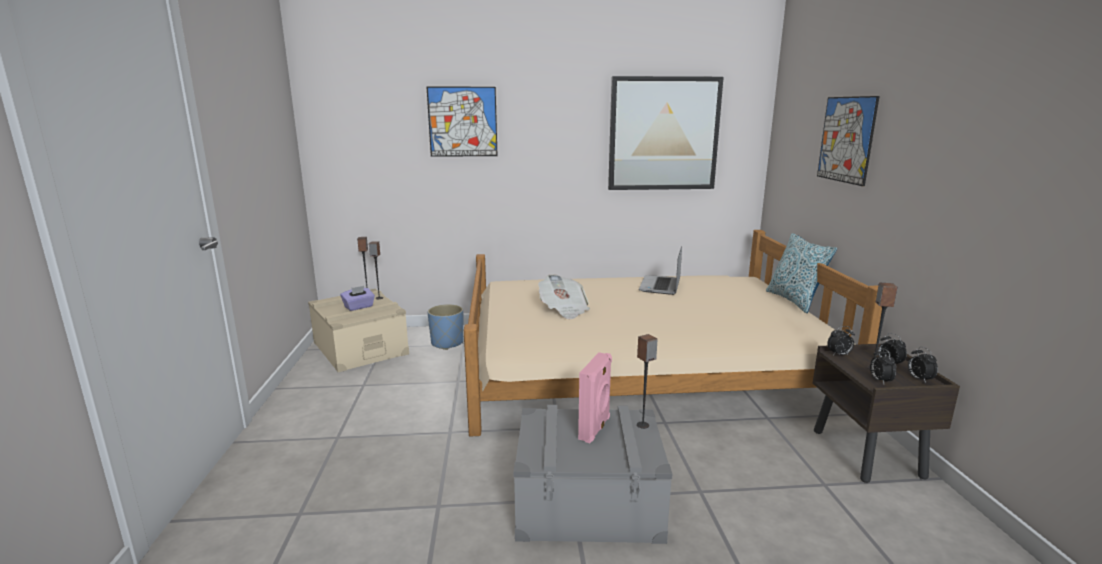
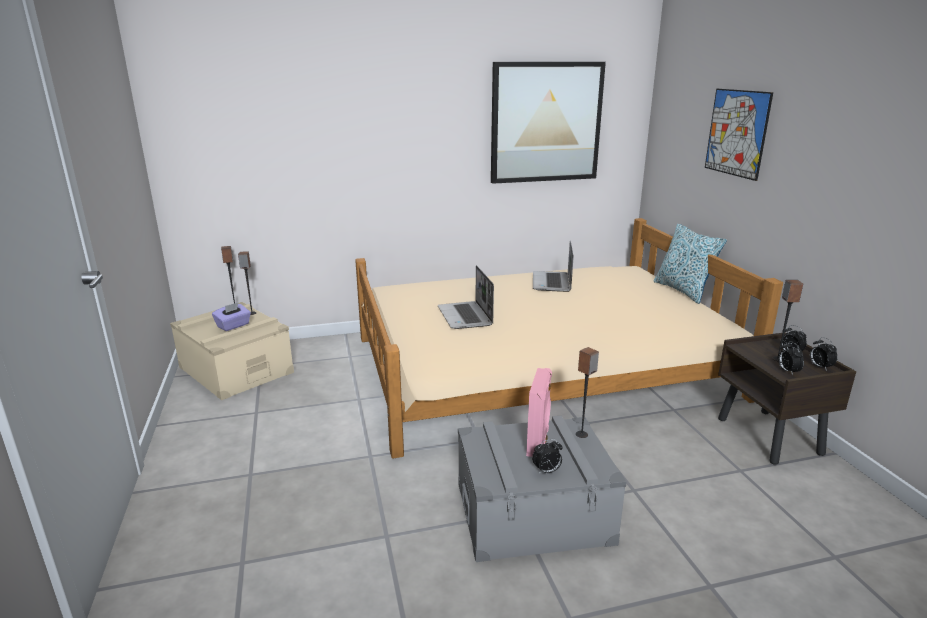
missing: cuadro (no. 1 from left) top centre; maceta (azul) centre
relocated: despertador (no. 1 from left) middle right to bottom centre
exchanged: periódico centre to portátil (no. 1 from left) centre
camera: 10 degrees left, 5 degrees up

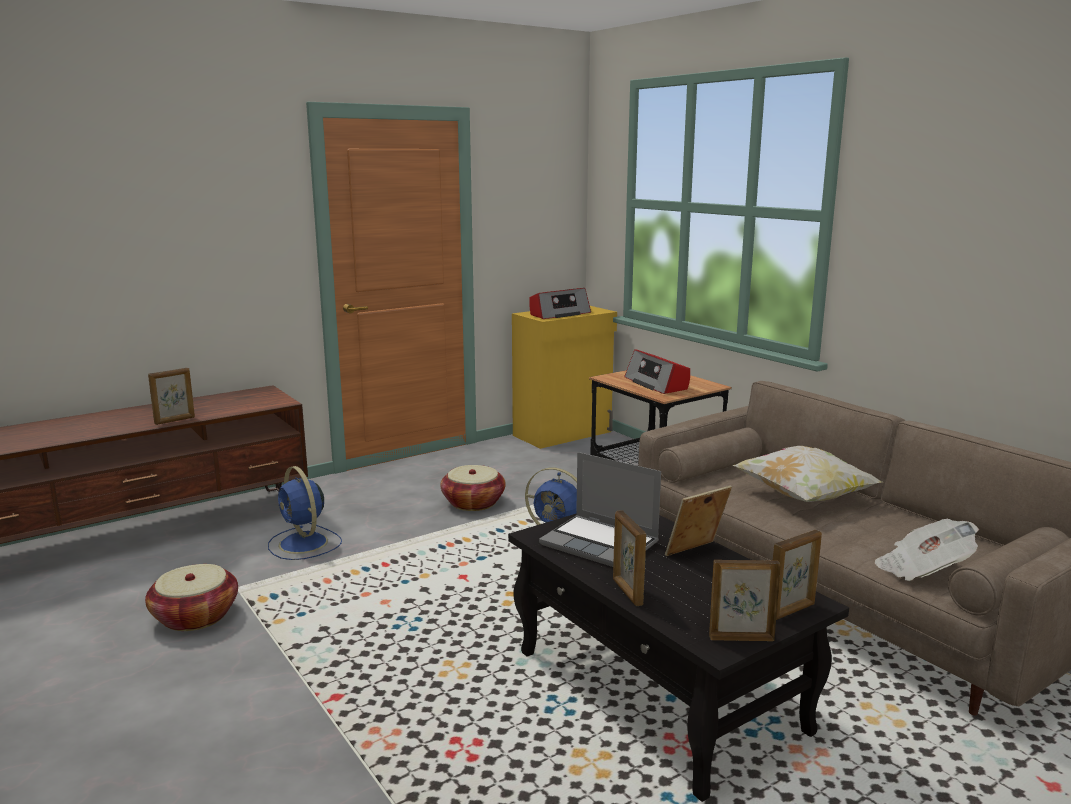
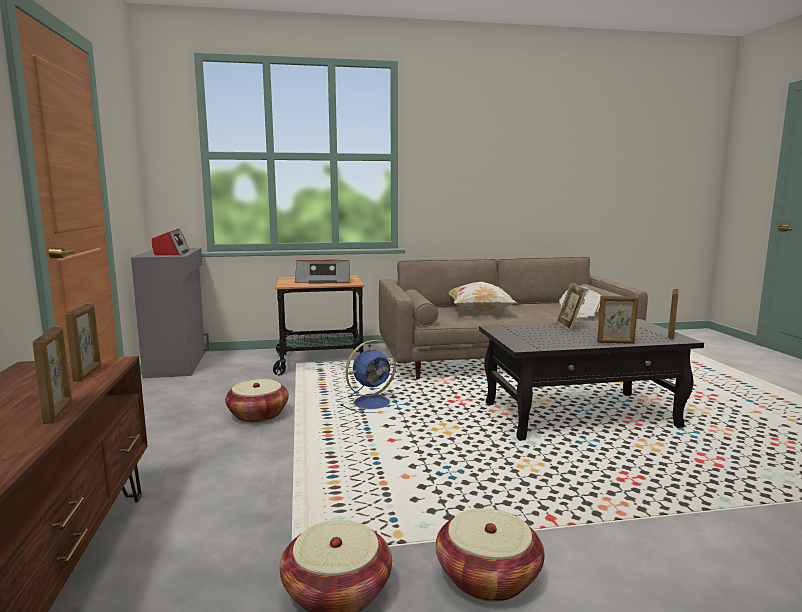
missing: ventilador (azul) (no. 1 from left) middle left; portátil centre
appeared: cesta (no. 3 from left) bottom centre
relocated: portarretratos (no. 5 from left in the first image) bottom right to portarretratos (no. 2 from left) middle left
colour: armario (amarillo) centre to armario (gris) middle left
camera: 65 degrees left, 5 degrees down

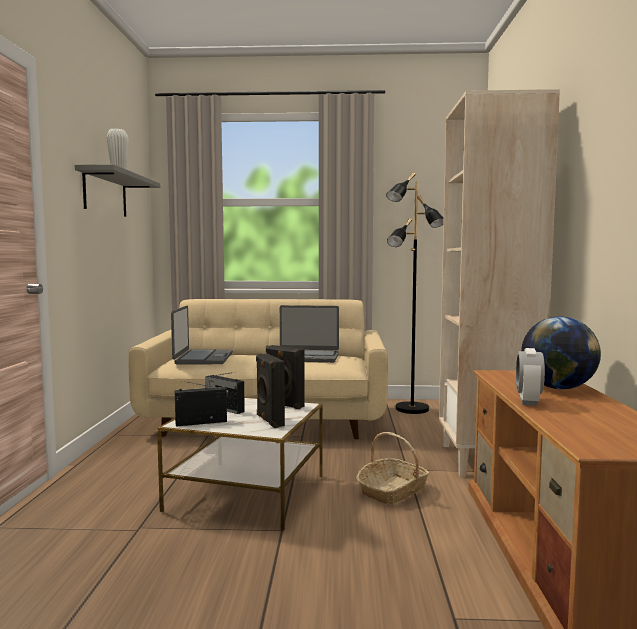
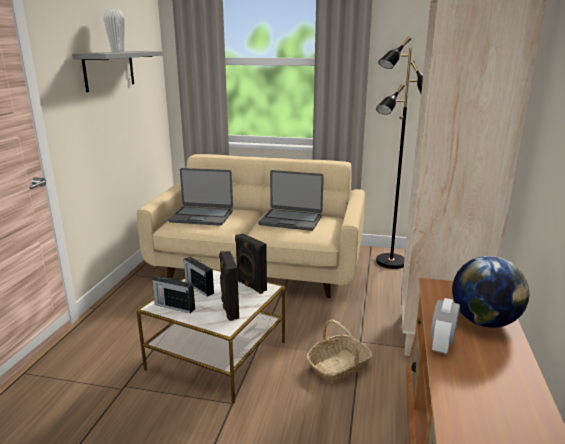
spun: portátil (no. 1 from left) middle left = centre 90 degrees clockwise; radio (no. 1 from left) middle left = middle left 150 degrees counterclockwise
camera: 10 degrees right, 15 degrees up

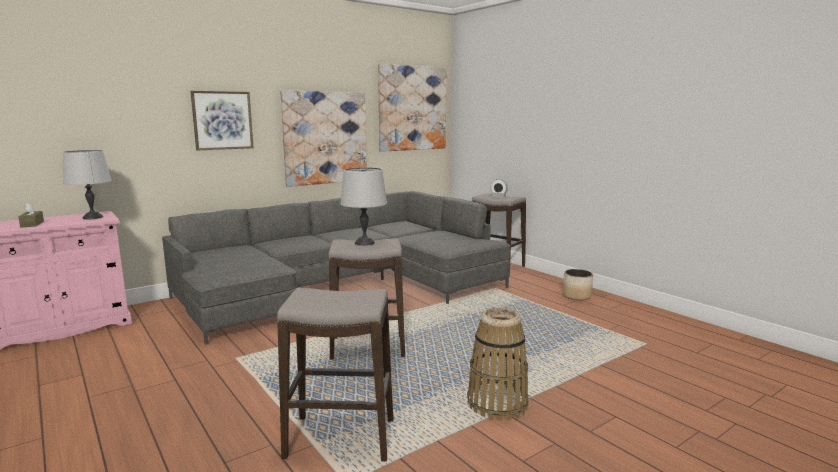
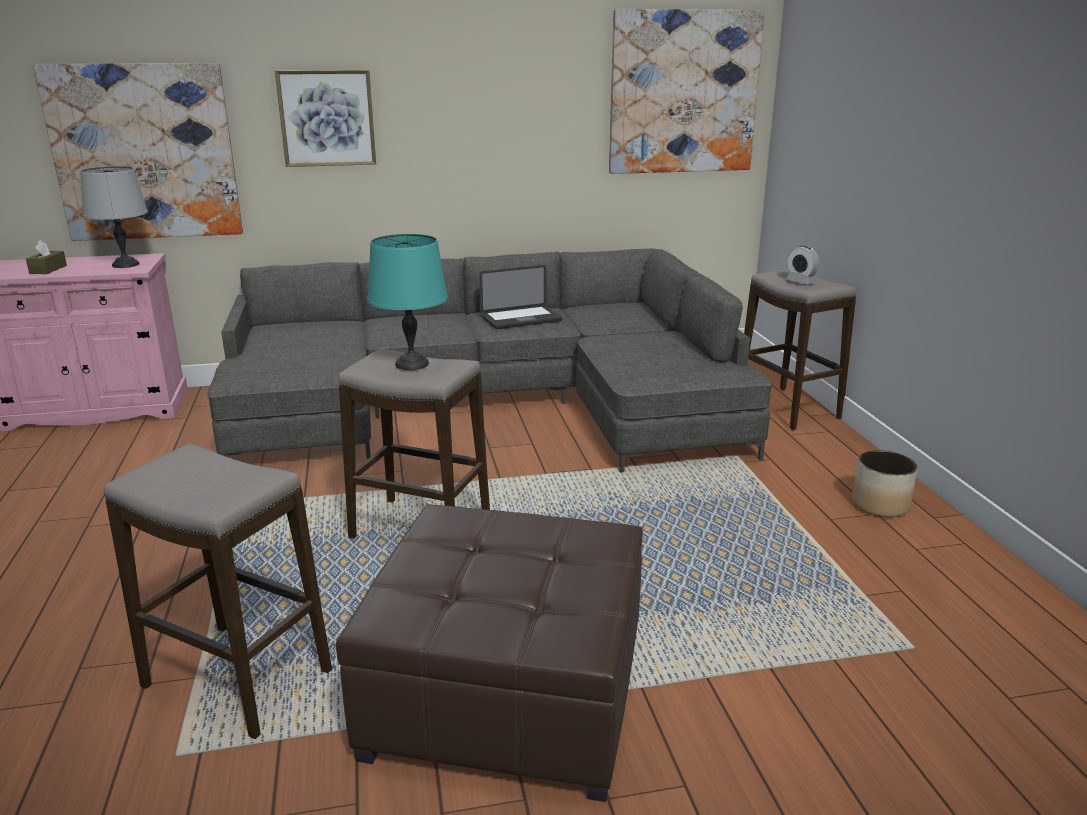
appeared: portátil centre
relocated: cuadro (no. 2 from left in the first image) top centre to cuadro (no. 1 from left) top left
exchanged: cesta bottom centre to puf (marrón) bottom centre
colour: lámpara de mesa (gris) (no. 2 from left) centre to lámpara de mesa (turquesa) centre
camera: 25 degrees right, 10 degrees up

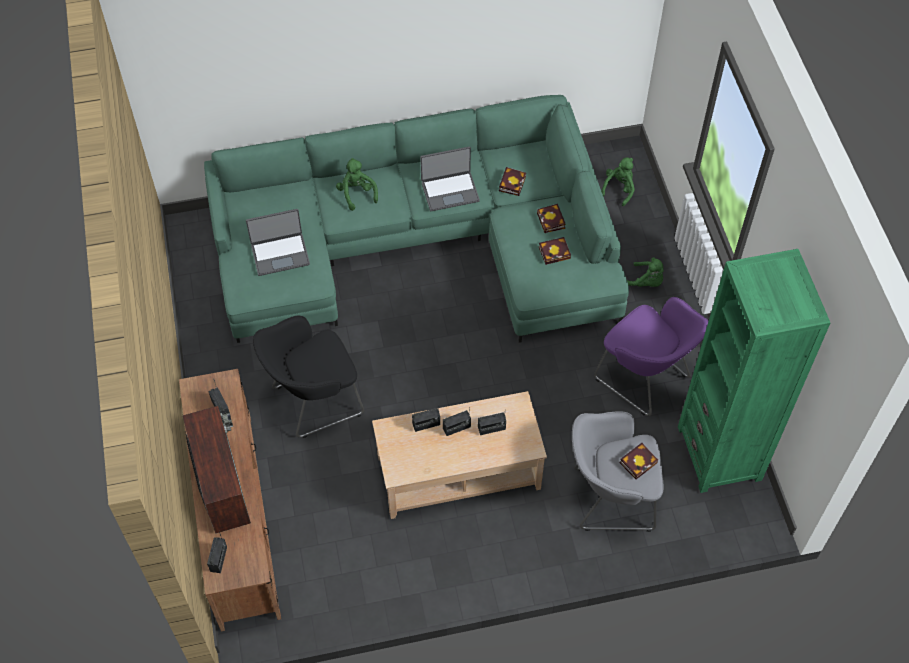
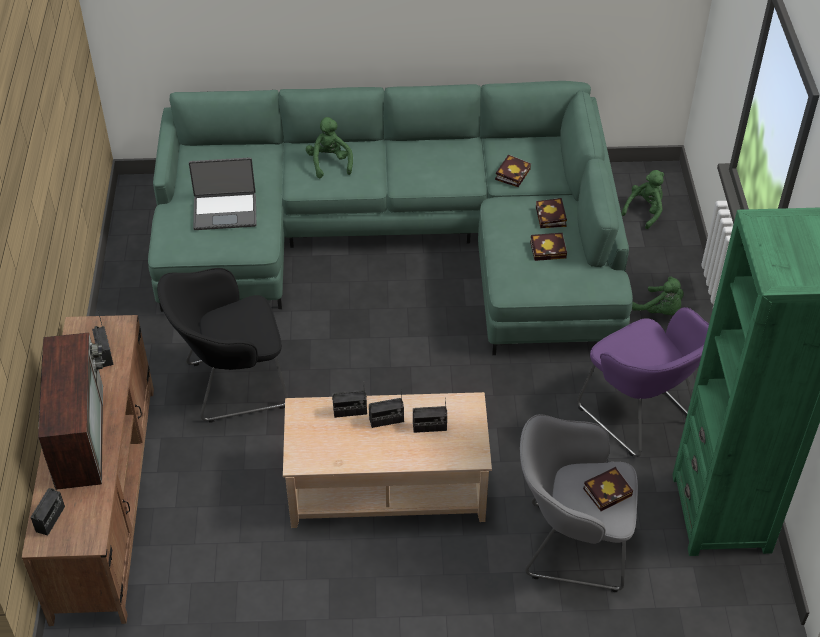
missing: portátil (no. 2 from left) top centre
camera: 10 degrees right, 10 degrees down

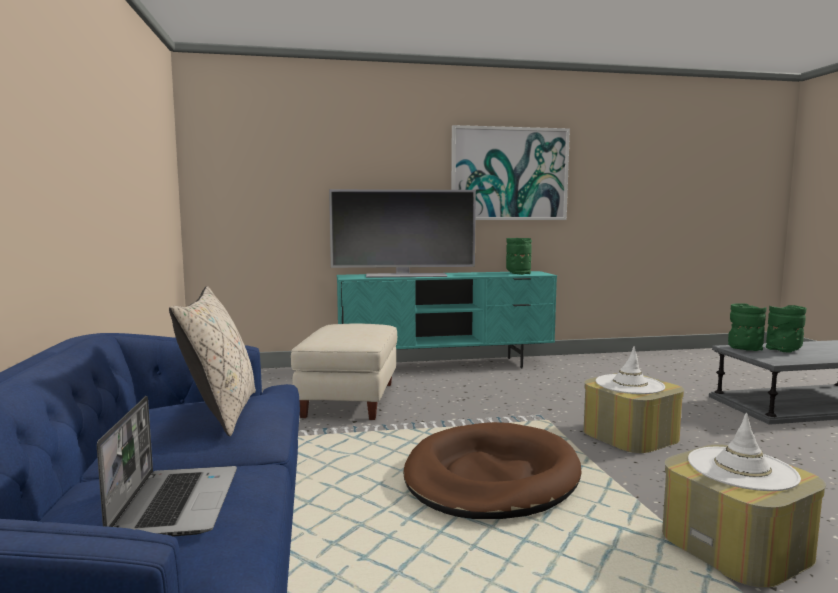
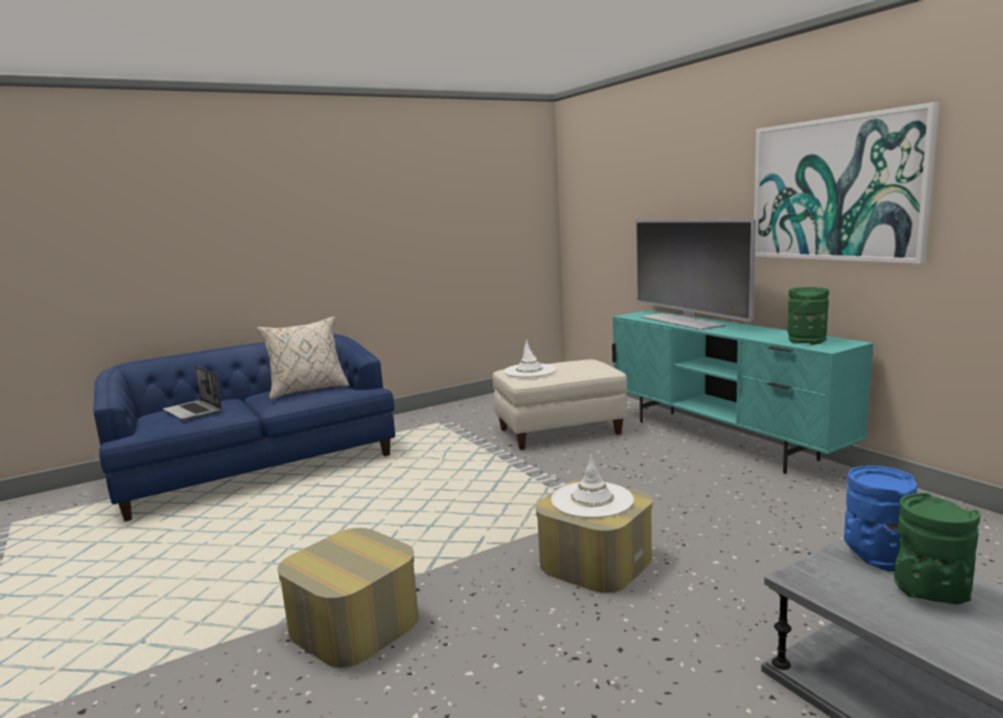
missing: cama para perro (marrón) bottom centre
relocated: sombrero (blanco) (no. 2 from left in the first image) bottom right to sombrero (blanco) (no. 1 from left) centre
colour: florero (verde) (no. 2 from left) middle right to florero (azul) bottom right
spun: portátil bottom left = middle left 75 degrees clockwise
camera: 70 degrees right, 5 degrees up

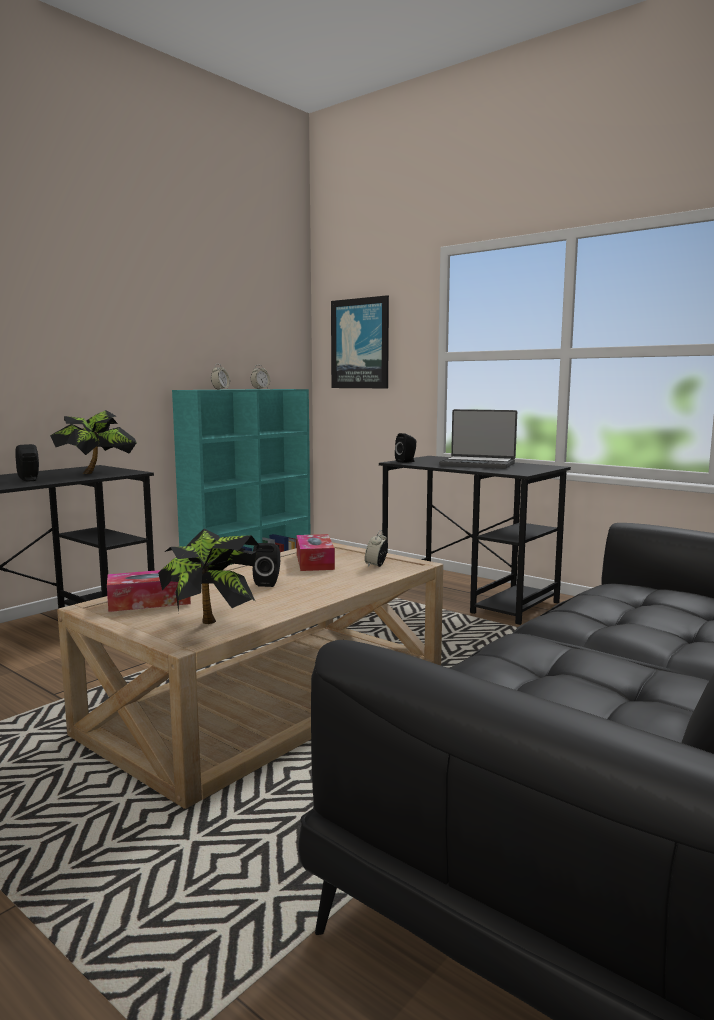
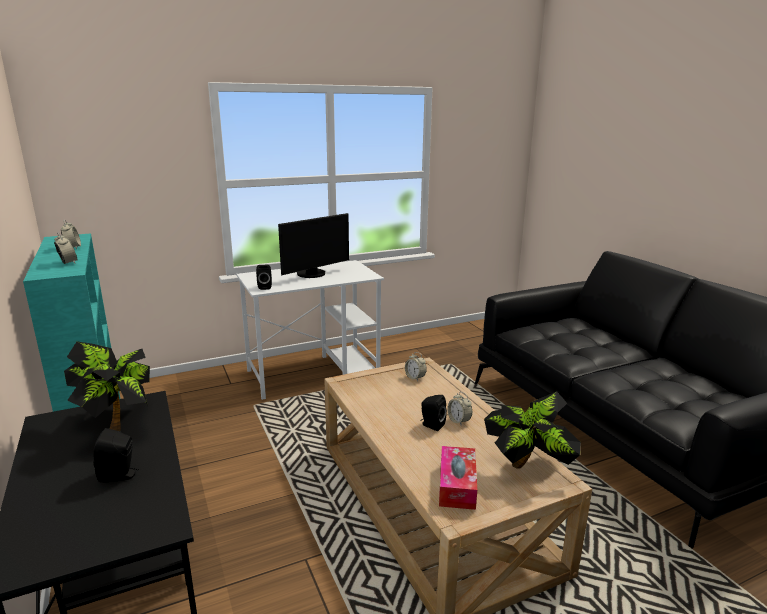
missing: caja de pañuelos (no. 2 from left) centre; cuadro centre
appeared: despertador (no. 4 from left) centre
exchanged: portátil middle right to monitor centre
colour: escritorio (negro) (no. 2 from left) centre to escritorio (blanco) centre
camera: 65 degrees left, 10 degrees up

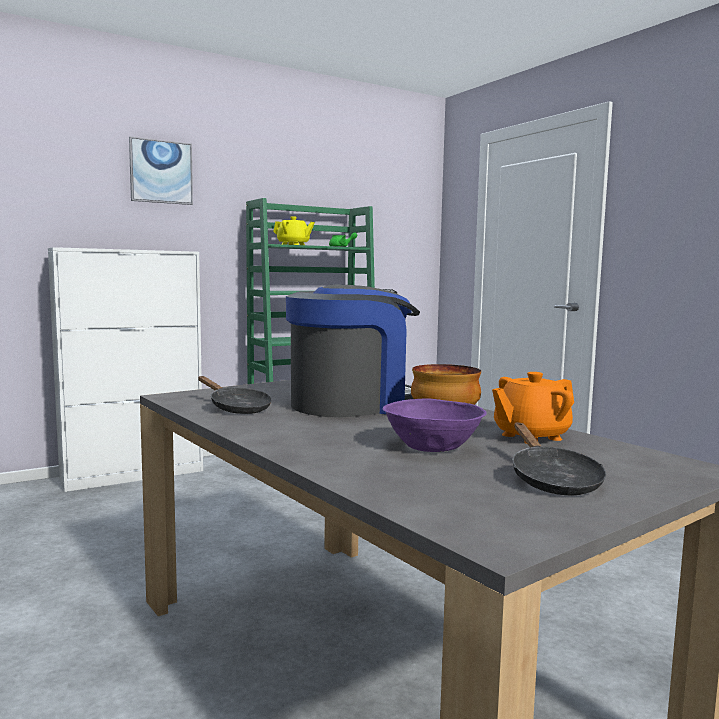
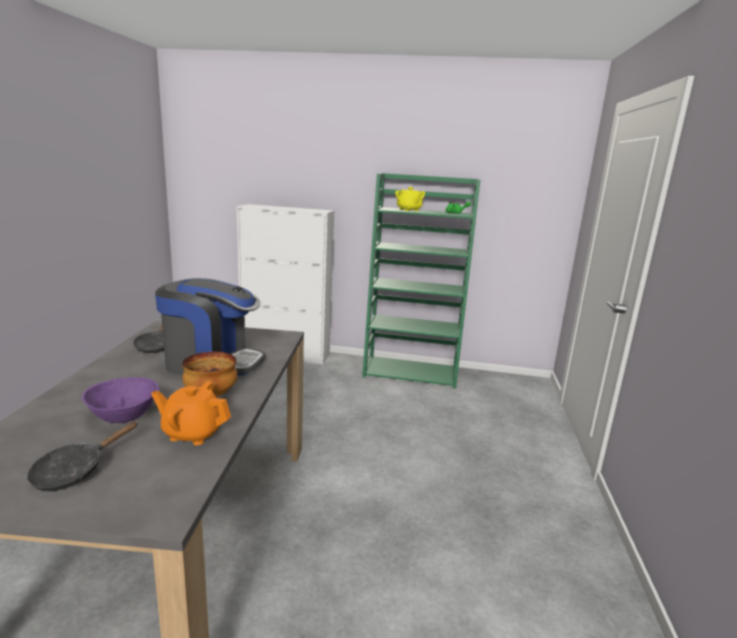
missing: cuadro top left
camera: 40 degrees right, 10 degrees up

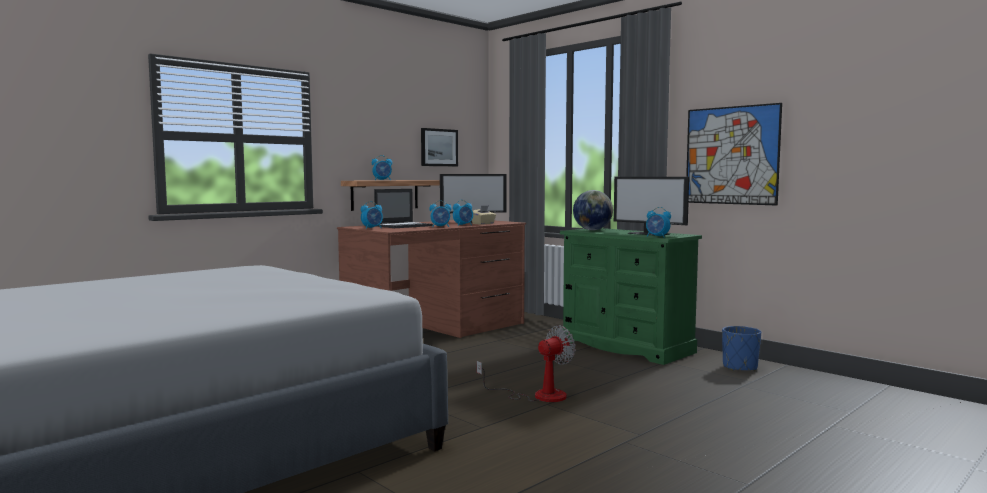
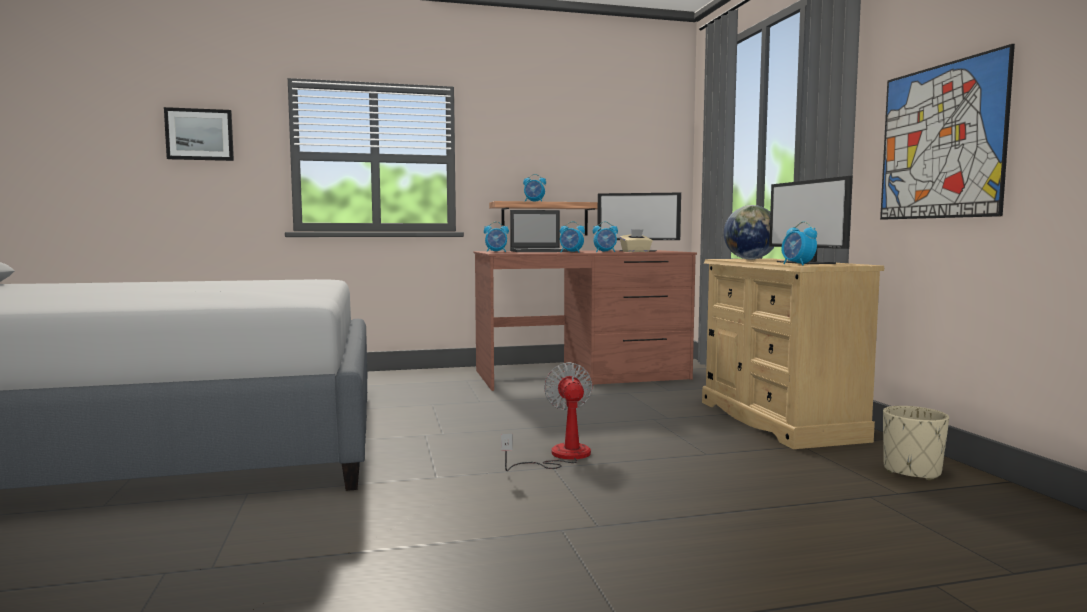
relocated: cuadro (no. 1 from left) top centre to top left
colour: cómoda (verde) centre to cómoda (beis) middle right; maceta (azul) bottom right to maceta (beis) bottom right
spun: ventilador bottom centre = bottom centre 90 degrees counterclockwise
camera: 30 degrees right, 0 degrees up

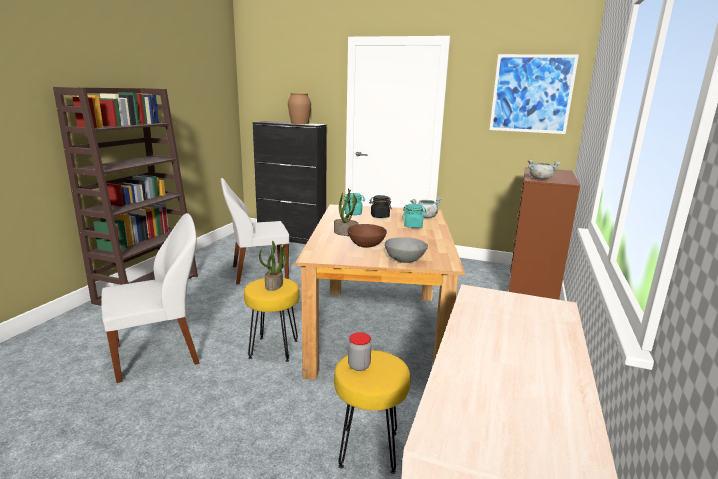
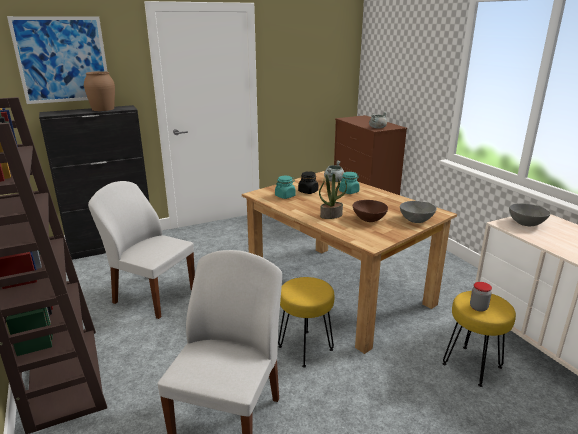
missing: planta en maceta (no. 1 from left) centre
appeared: cuenco (gris) (no. 2 from left) middle right
relocated: cuadro top right to top left
spun: silla (blanco) (no. 2 from left in the first image) centre = middle left 90 degrees clockwise
camera: 45 degrees left, 5 degrees up

